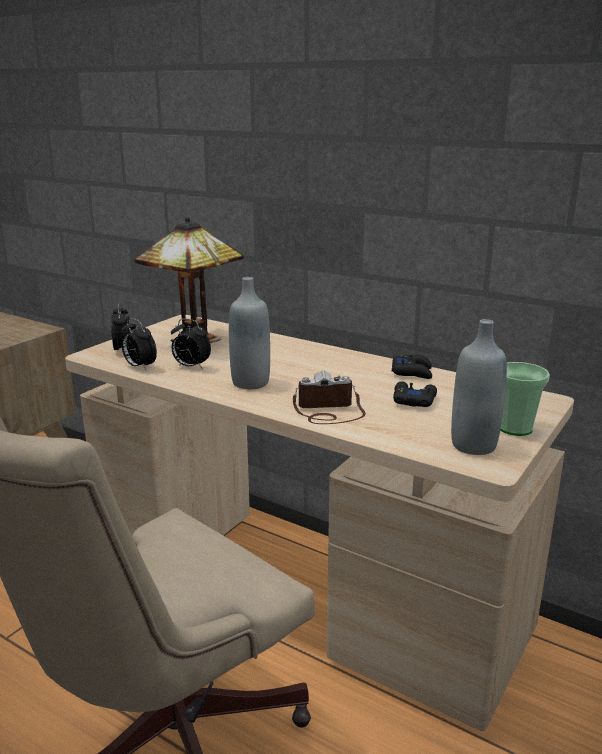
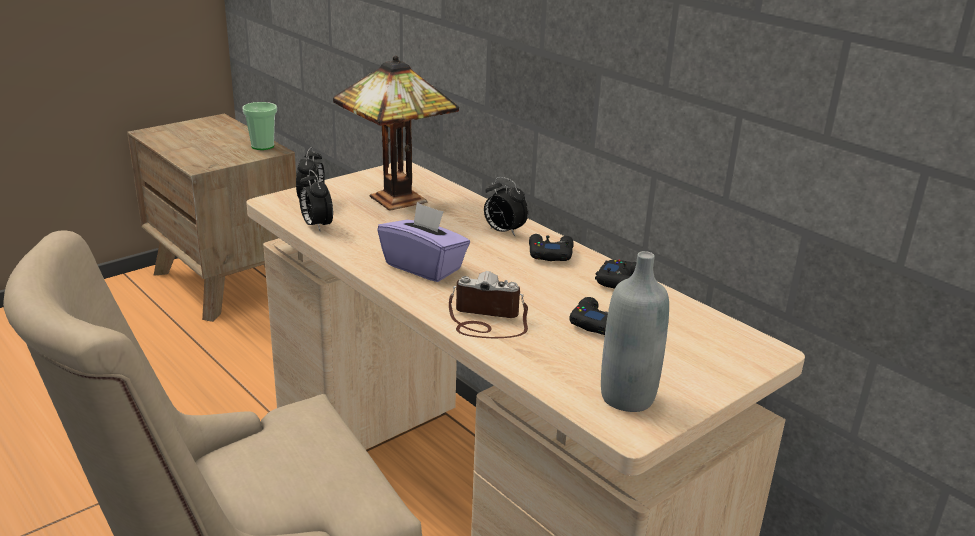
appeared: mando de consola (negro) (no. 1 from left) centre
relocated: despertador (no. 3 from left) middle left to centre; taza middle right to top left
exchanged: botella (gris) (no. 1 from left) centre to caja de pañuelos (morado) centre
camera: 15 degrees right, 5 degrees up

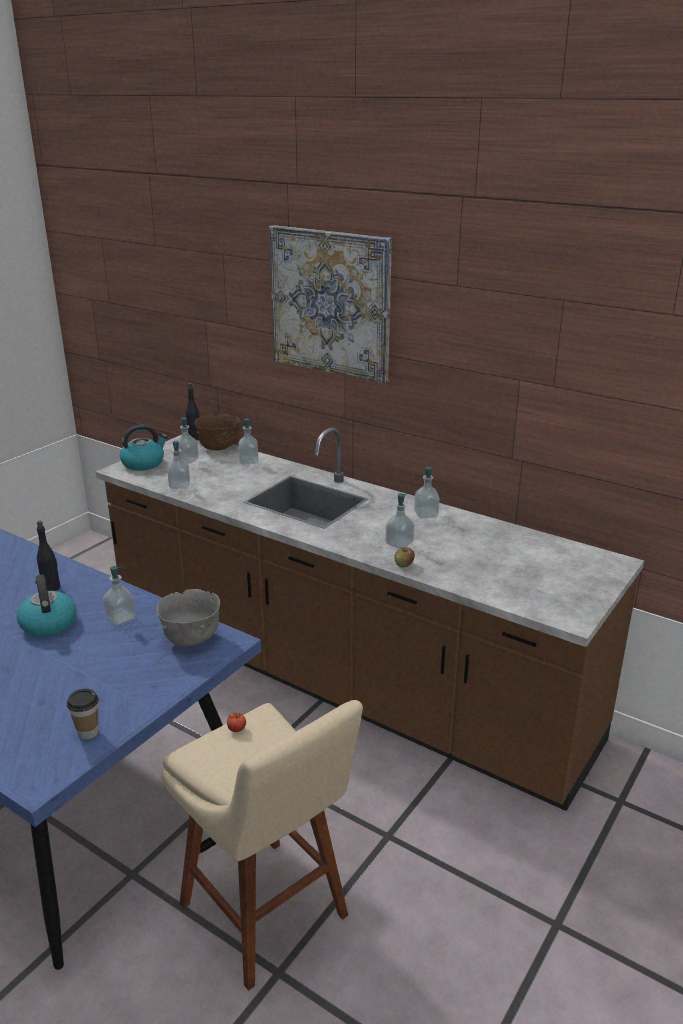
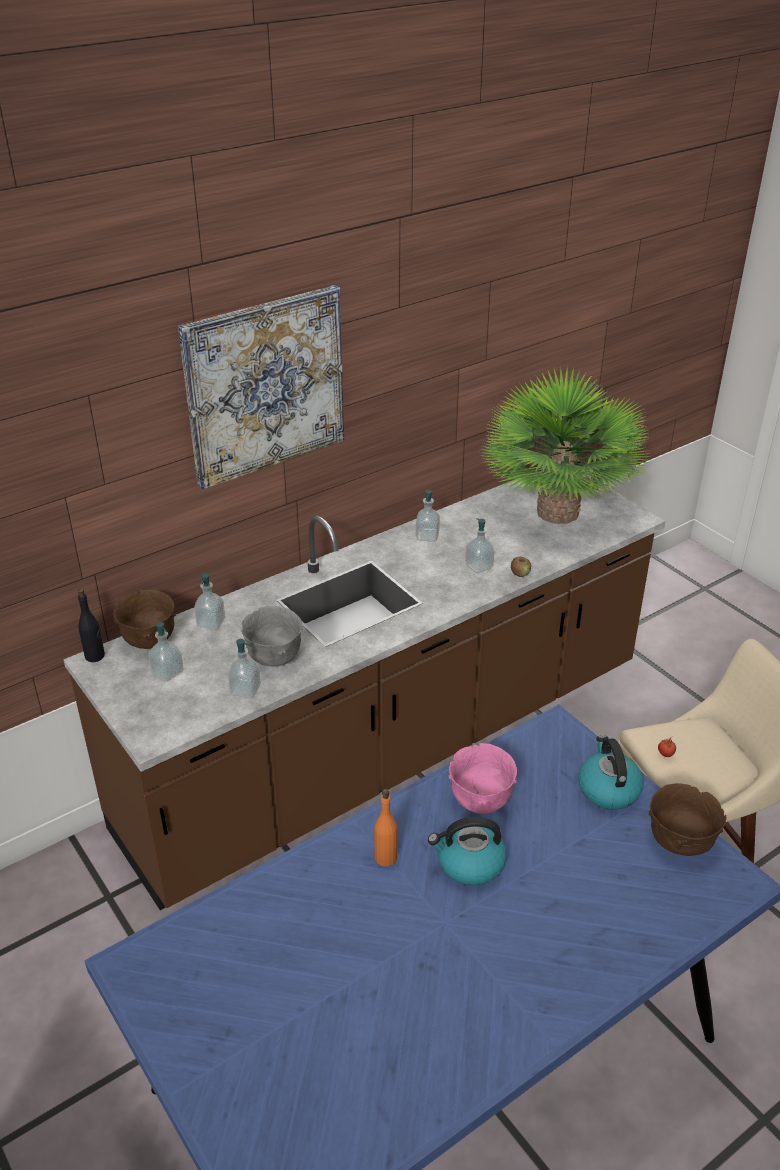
appeared: planta en maceta middle right
relocated: hervidor (no. 2 from left) middle left to middle right; cuenco (gris) middle left to centre
exchanged: taza bottom left to cuenco (marrón) (no. 2 from left) bottom right; dispensador de jabón (no. 1 from left) middle left to cuenco (rosa) centre
colour: botella (negro) (no. 1 from left) middle left to botella (naranja) bottom centre
camera: 70 degrees left, 10 degrees up

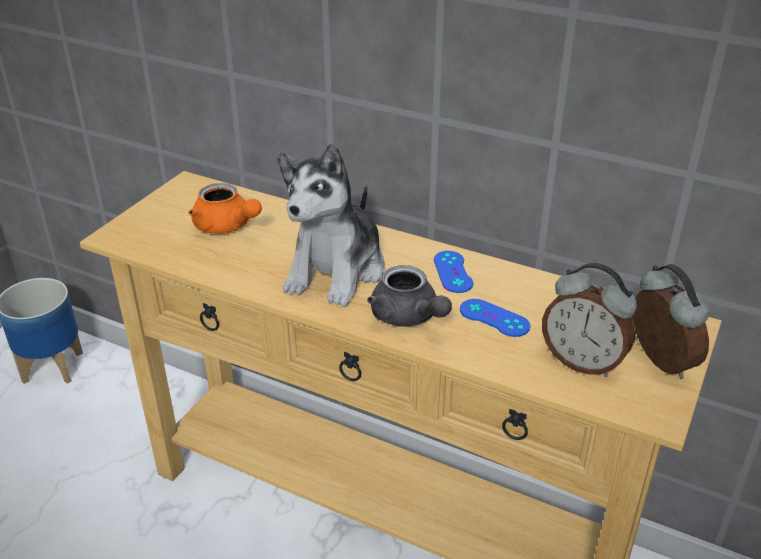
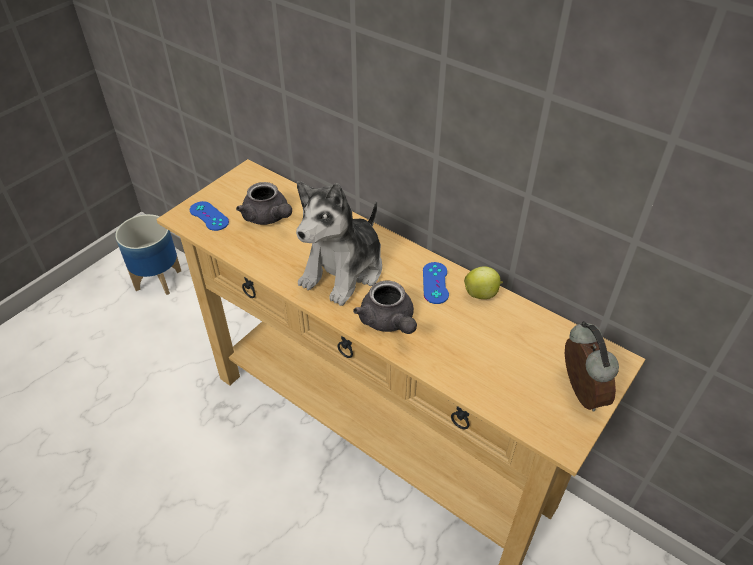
missing: despertador (no. 1 from left) middle right
appeared: manzana centre
relocated: mando de consola (azul) (no. 2 from left in the first image) centre to mando de consola (azul) (no. 1 from left) middle left
colour: tetera (naranja) middle left to tetera (gris) (no. 1 from left) centre
camera: 10 degrees right, 10 degrees up

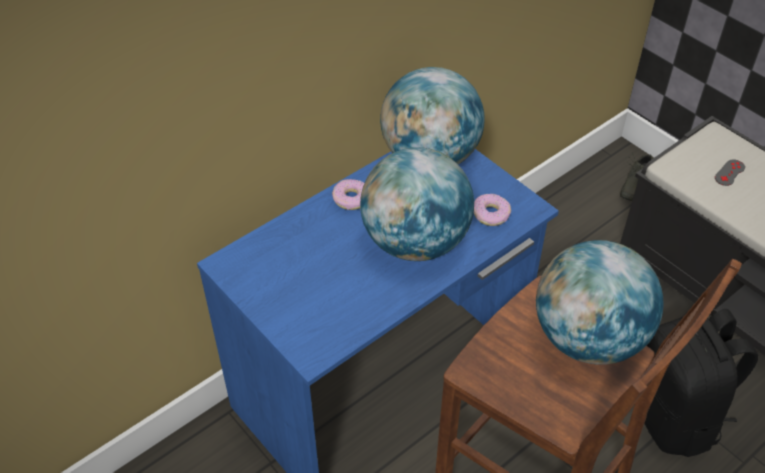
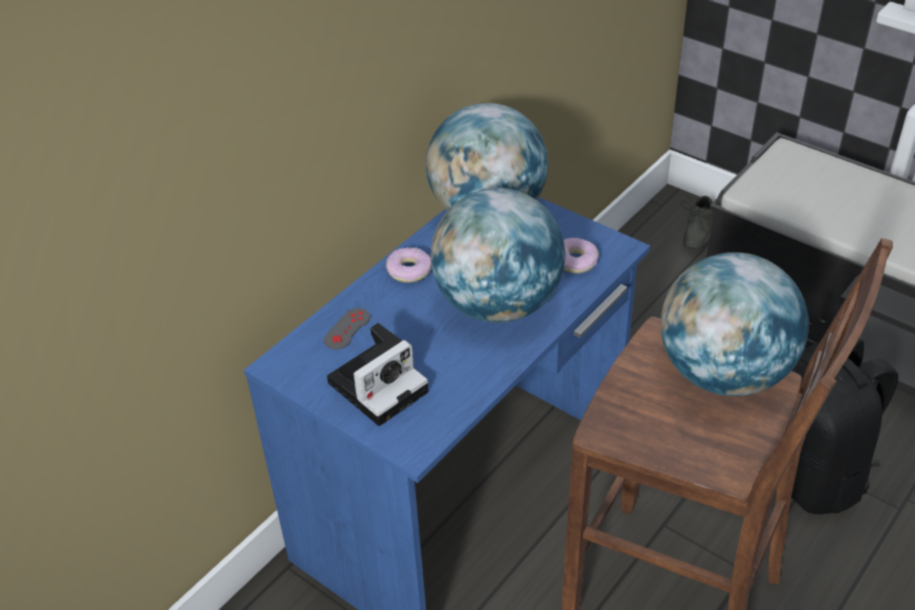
appeared: cámara centre
relocated: mando de consola (gris) middle right to centre
camera: 10 degrees left, 5 degrees down

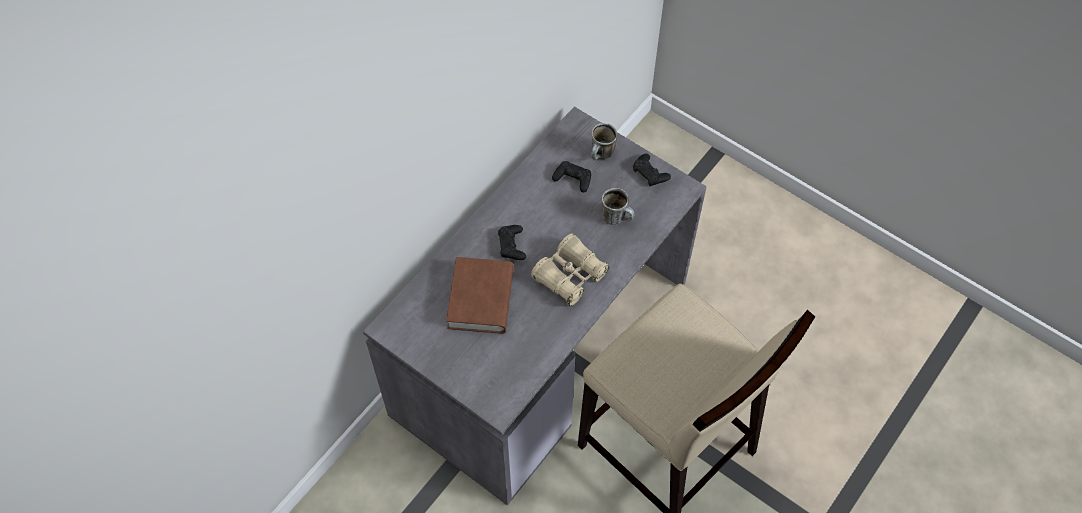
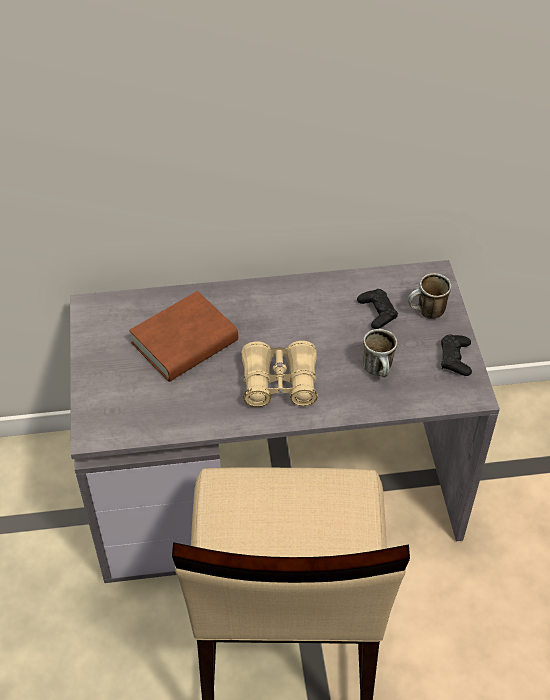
missing: mando de consola (negro) (no. 1 from left) centre
camera: 45 degrees right, 10 degrees down

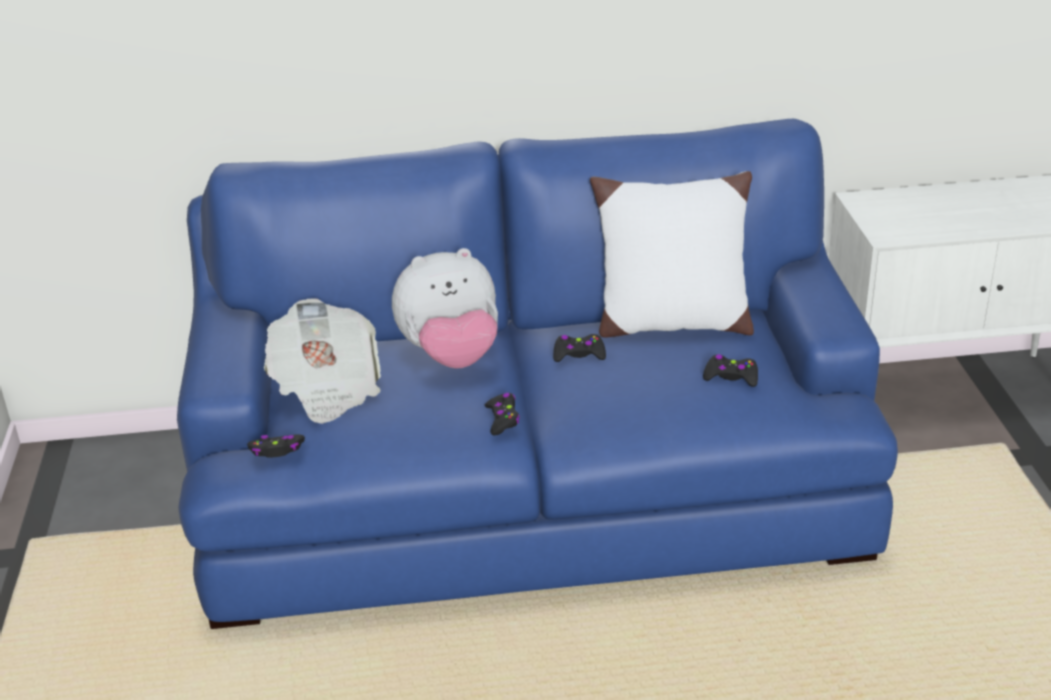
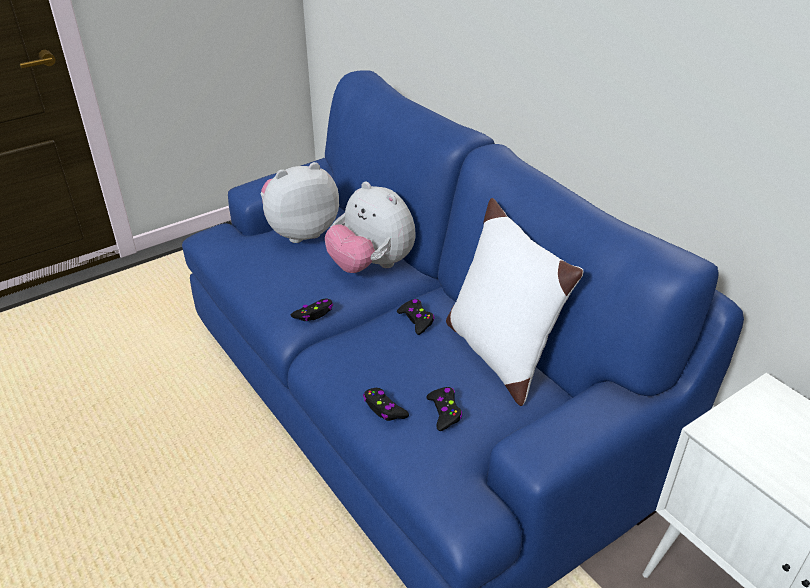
relocated: mando de consola (negro) (no. 1 from left in the first image) middle left to mando de consola (negro) (no. 2 from left) bottom centre
exchanged: periódico middle left to peluche (no. 1 from left) centre
camera: 60 degrees right, 5 degrees up

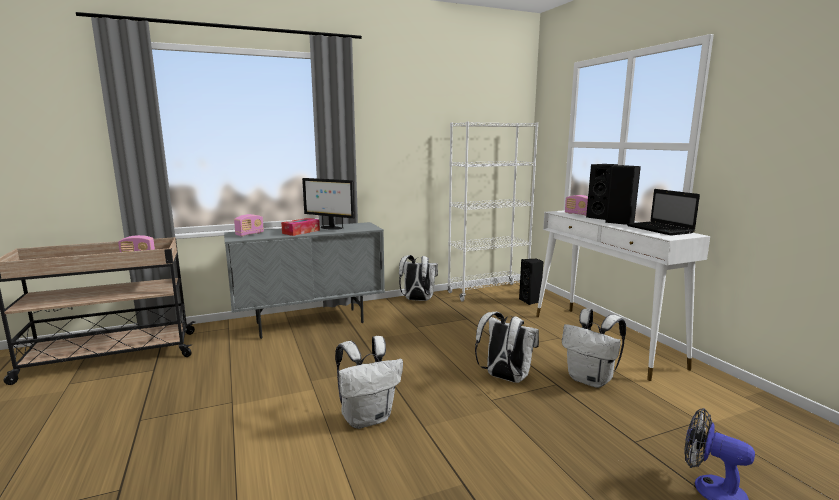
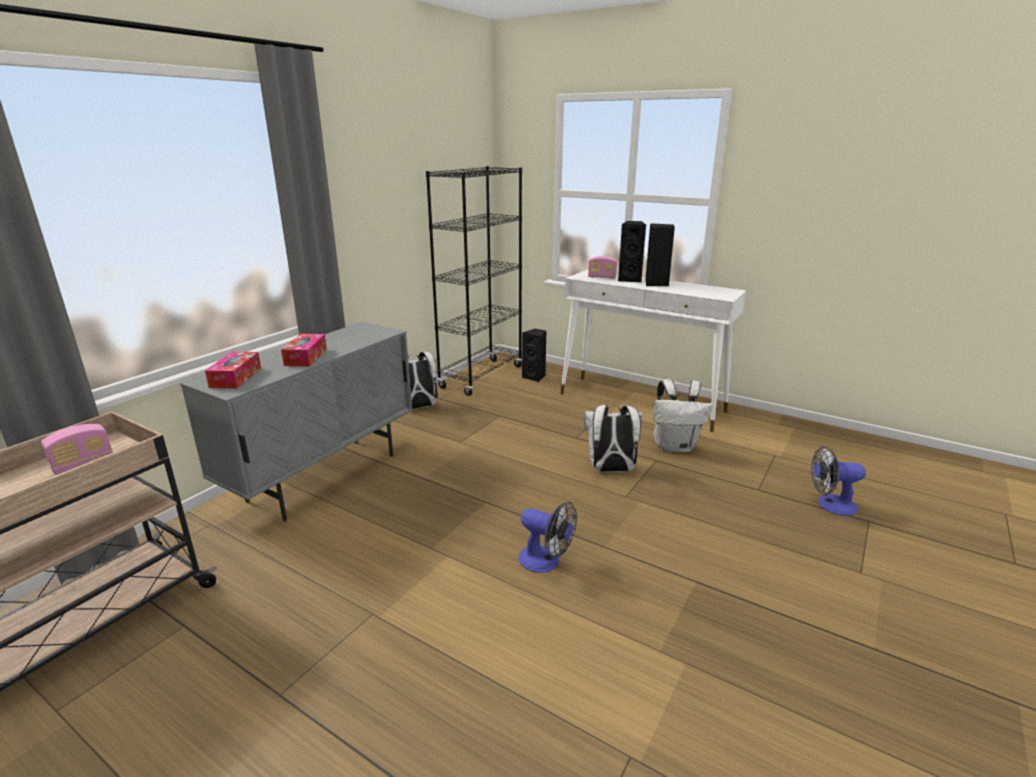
missing: monitor centre; portátil middle right
exchanged: radio (no. 2 from left) middle left to caja de pañuelos (no. 1 from left) middle left; mochila (blanco) (no. 1 from left) bottom centre to ventilador (no. 1 from left) bottom centre
colour: estantería (blanco) centre to estantería (negro) centre
camera: 35 degrees left, 10 degrees up

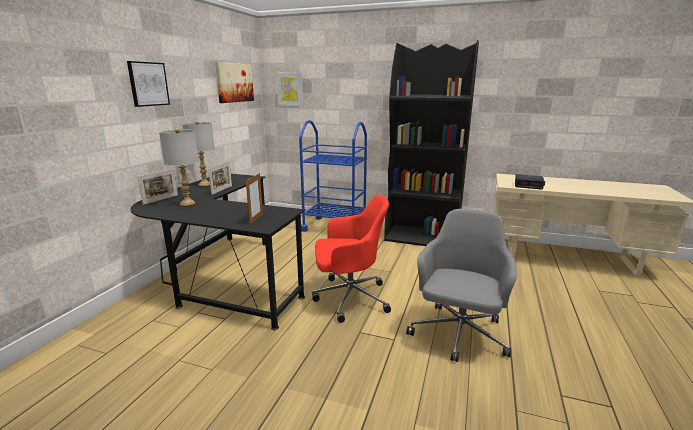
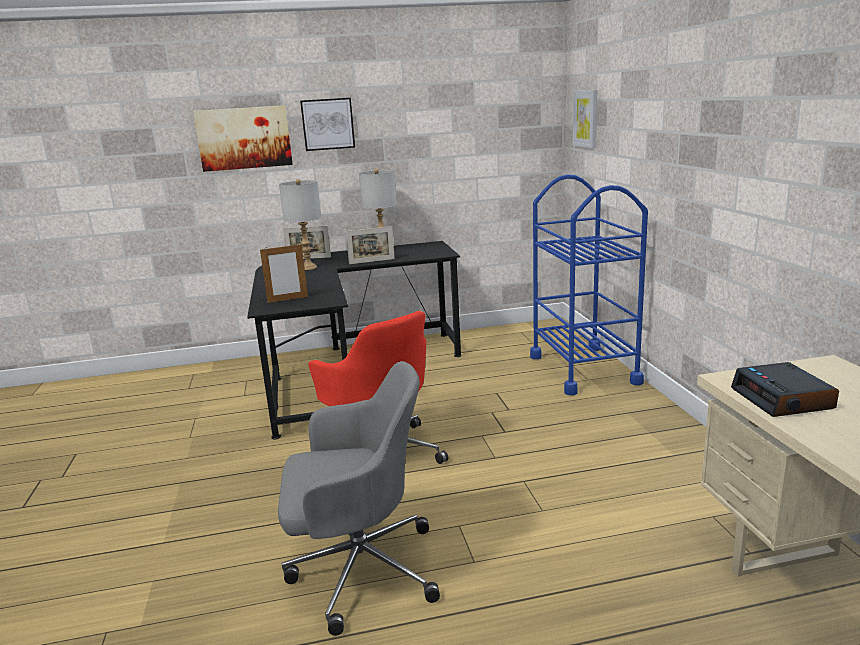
missing: estantería (negro) top centre
relocated: cuadro (no. 2 from left in the first image) top centre to cuadro (no. 1 from left) top left
camera: 60 degrees right, 0 degrees up

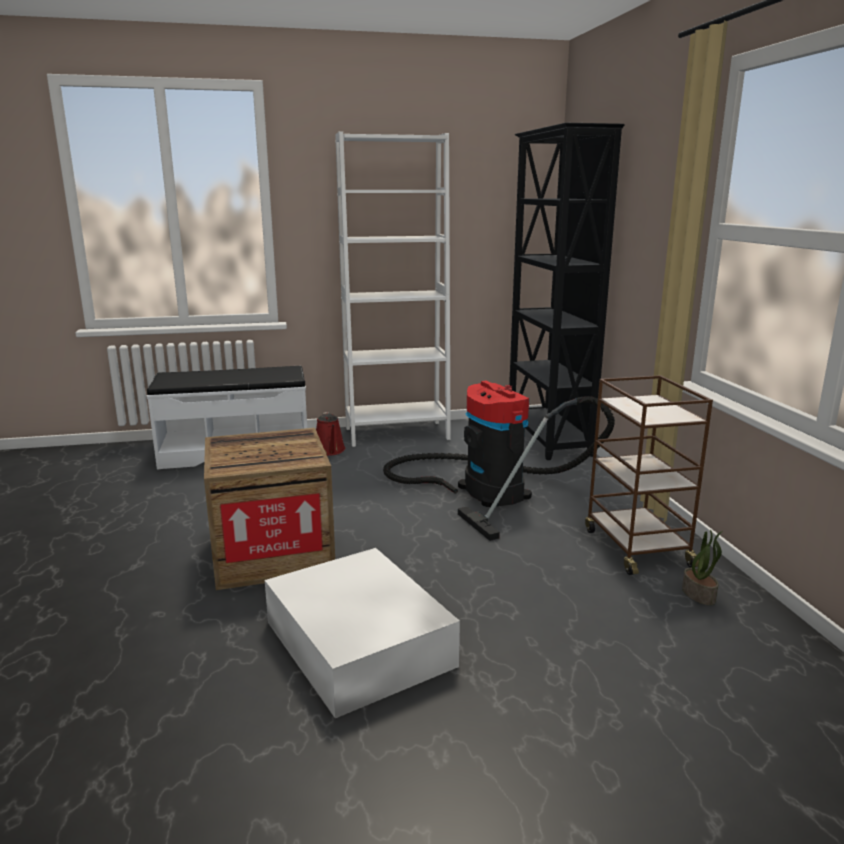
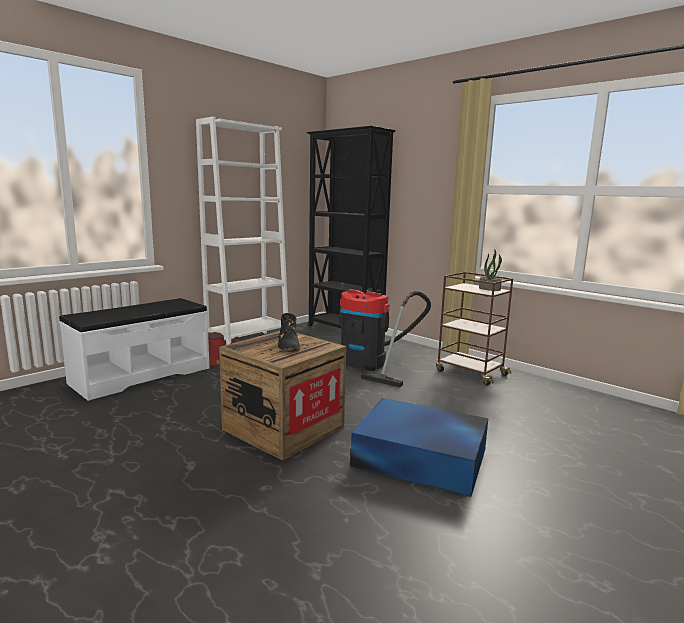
appeared: bota (negro) centre
relocated: planta en maceta bottom right to middle right
colour: caja de almacenaje (blanco) bottom centre to caja de almacenaje (azul) bottom centre
camera: 35 degrees left, 5 degrees down

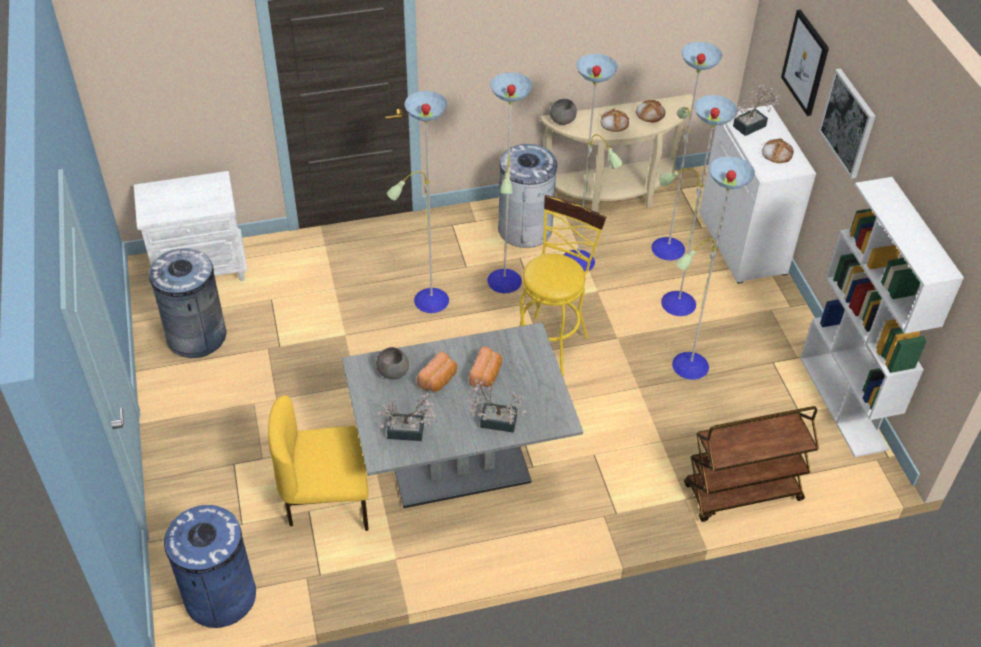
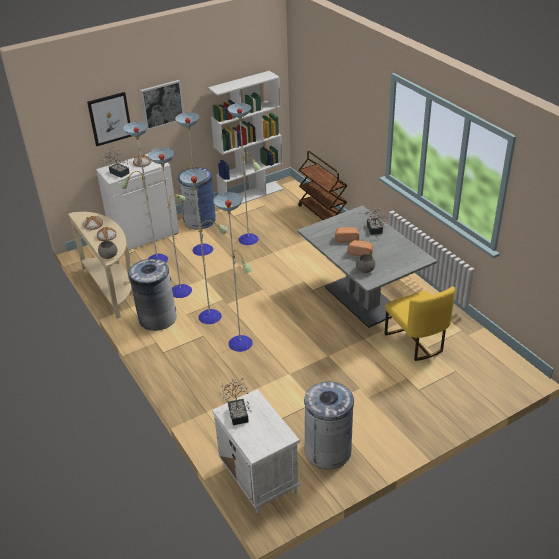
missing: taburete (amarillo) centre
relocated: papelera (azul) bottom left to centre; planta en maceta (no. 1 from left in the first image) centre to planta en maceta (no. 2 from left) bottom centre
camera: 105 degrees left, 10 degrees down

